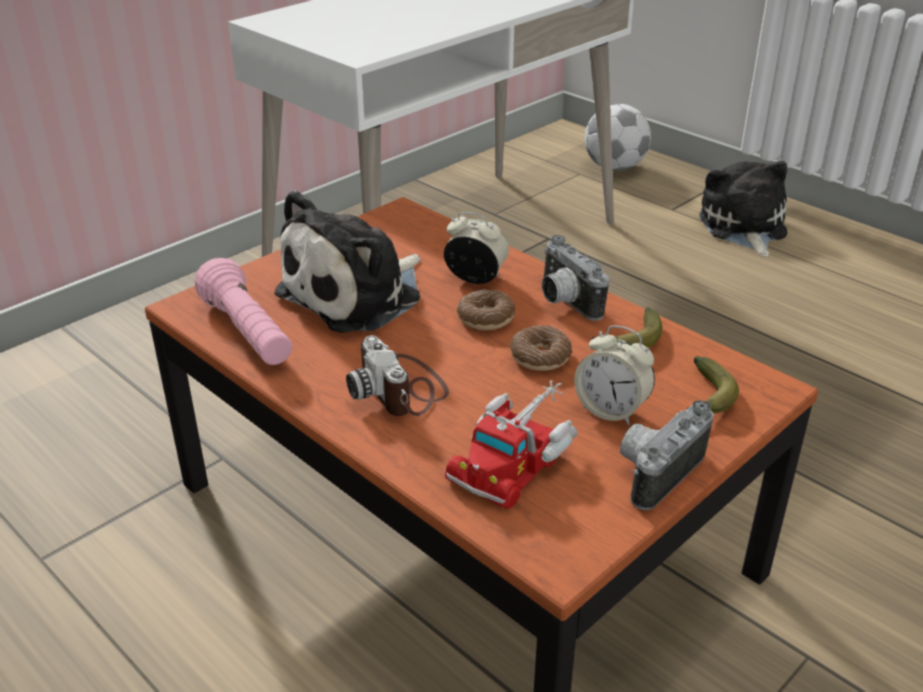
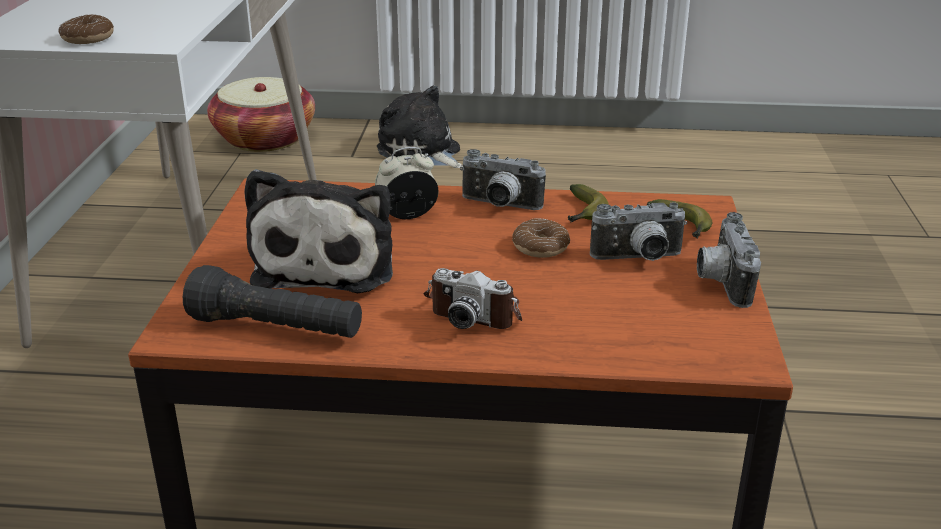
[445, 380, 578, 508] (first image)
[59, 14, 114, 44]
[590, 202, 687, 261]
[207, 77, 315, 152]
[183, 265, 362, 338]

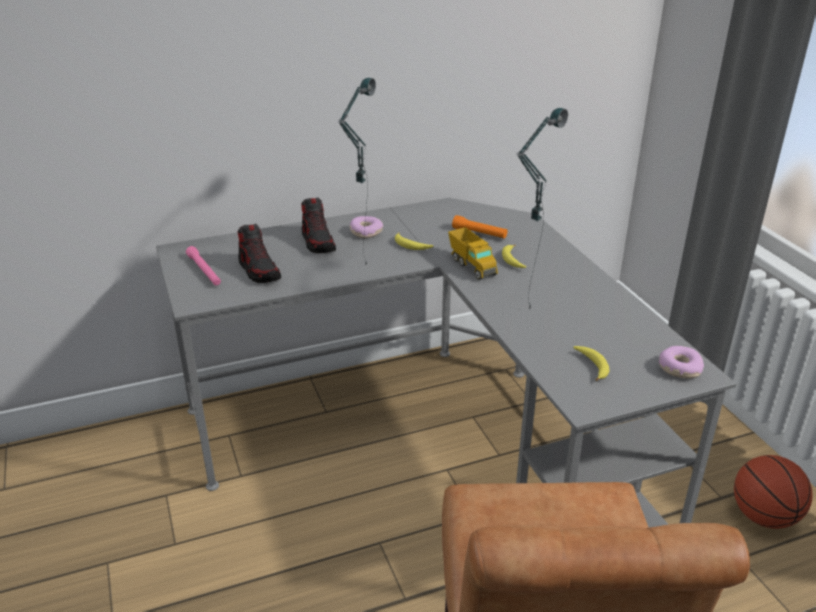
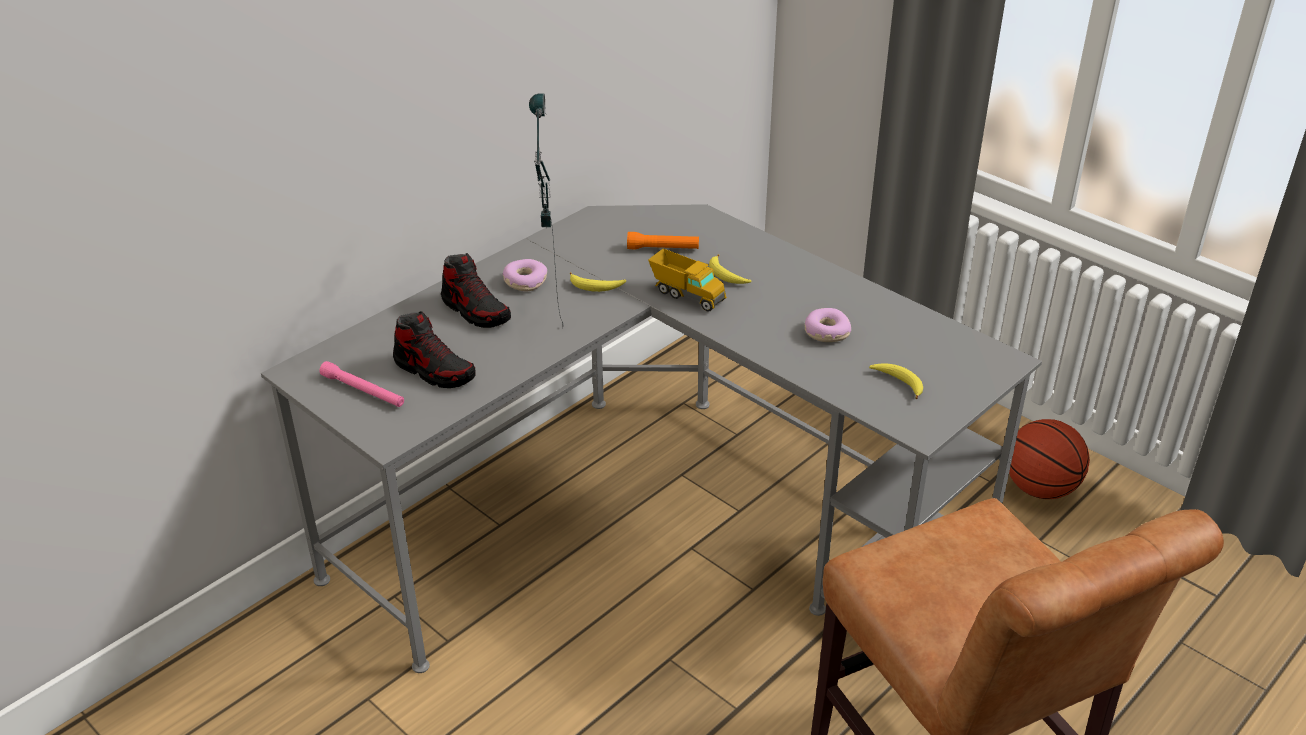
[516, 108, 568, 308] (first image)
[805, 308, 851, 342]

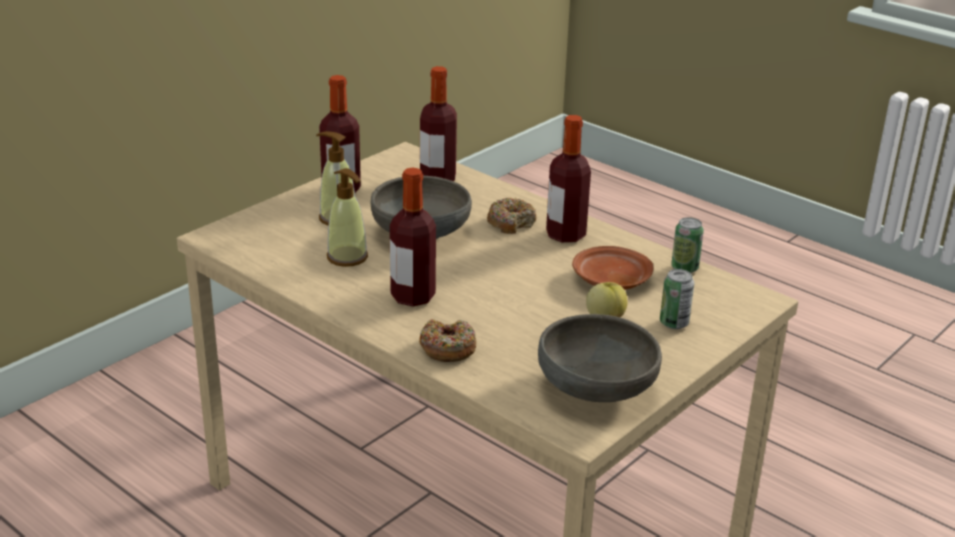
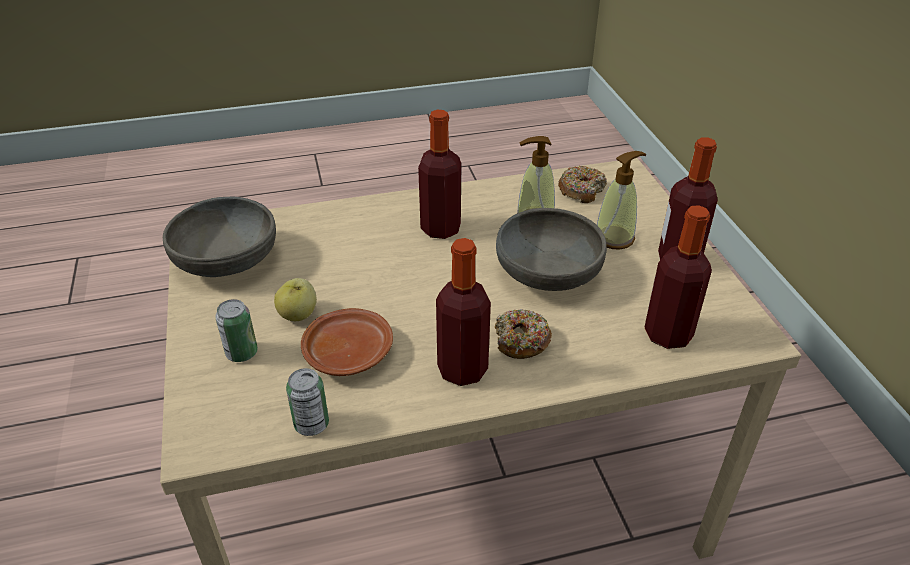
[558, 166, 607, 203]

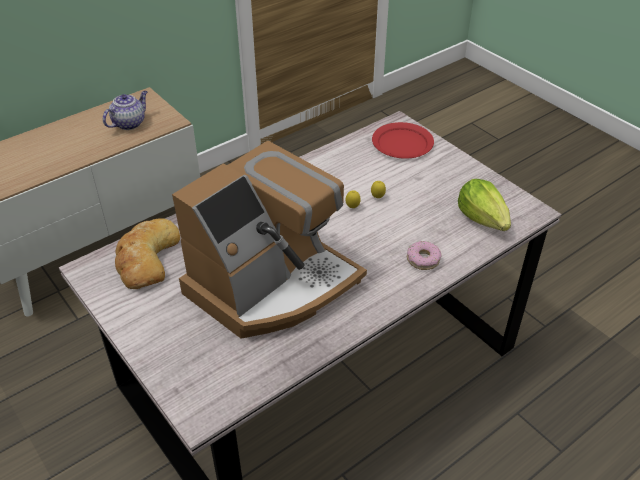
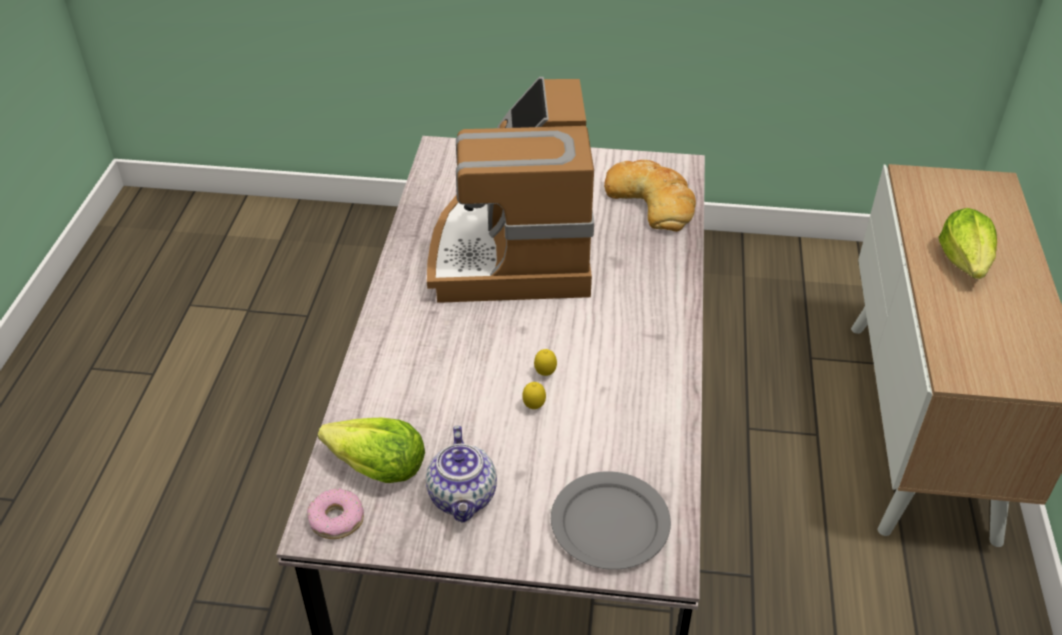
[939, 208, 997, 279]
[426, 426, 497, 523]
[307, 488, 364, 539]
[551, 471, 671, 570]

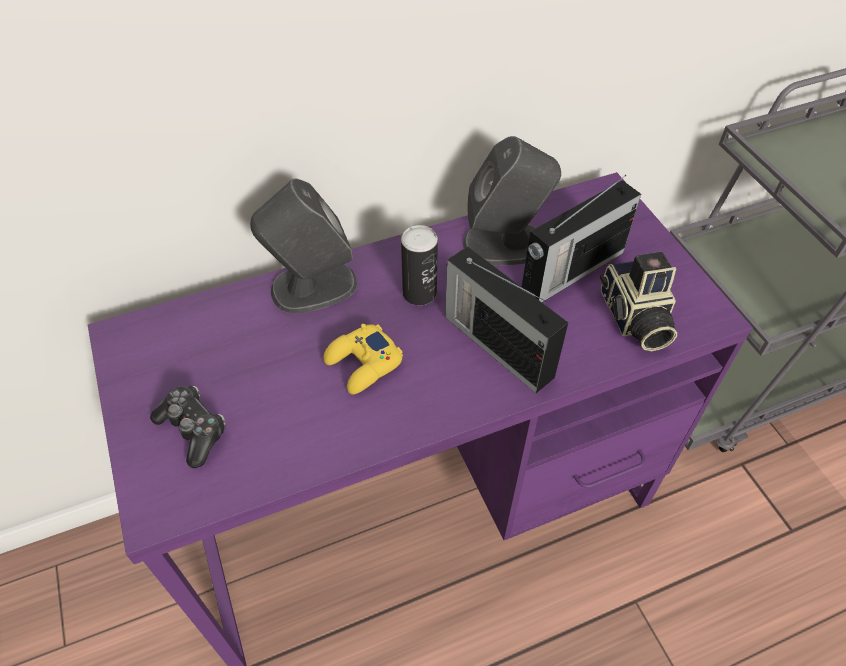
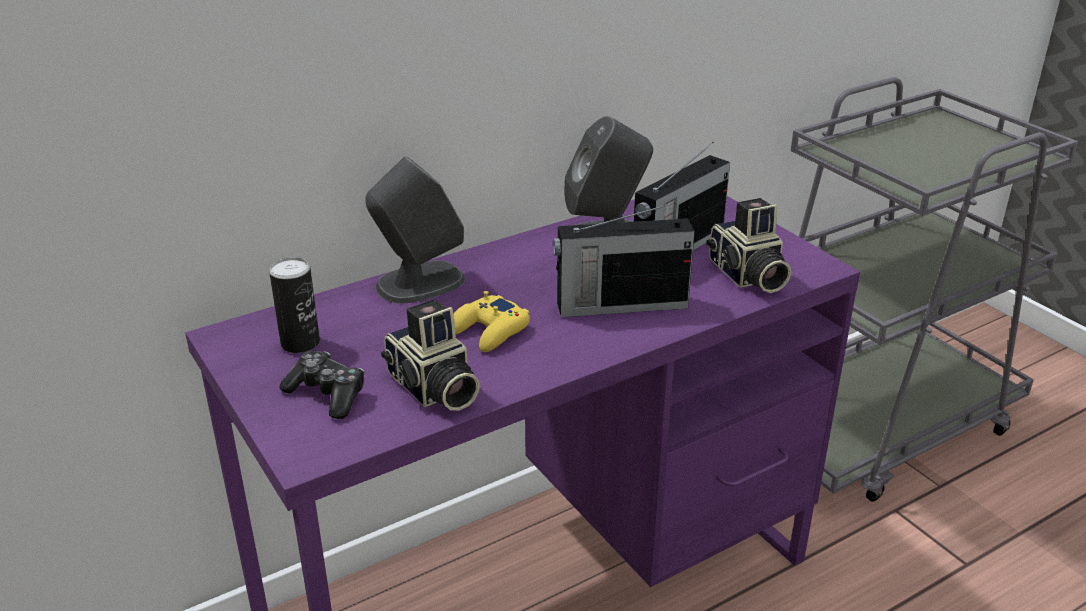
[381, 299, 480, 411]
[269, 257, 320, 353]
[553, 203, 695, 317]

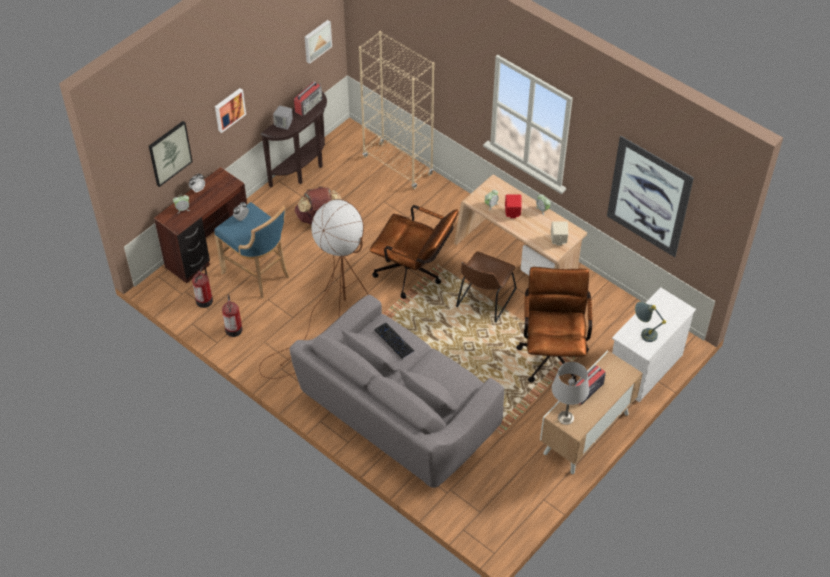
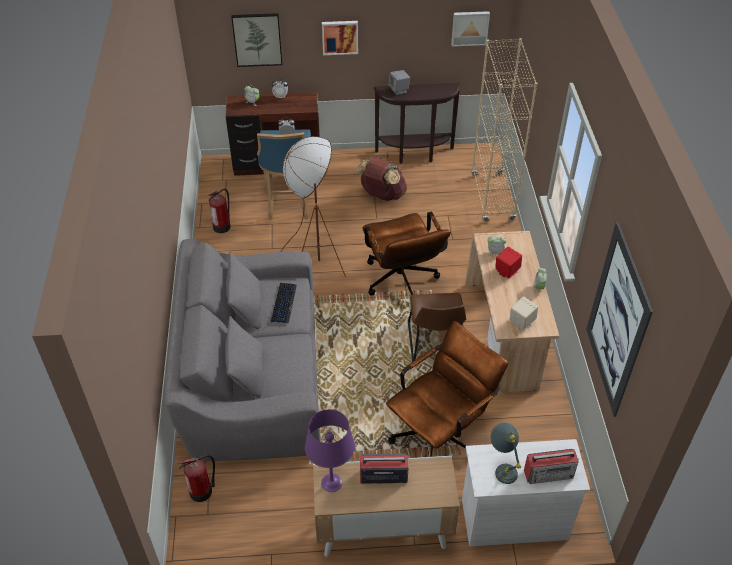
[178, 455, 215, 502]
[524, 449, 579, 484]
[305, 409, 355, 492]
[408, 293, 466, 362]

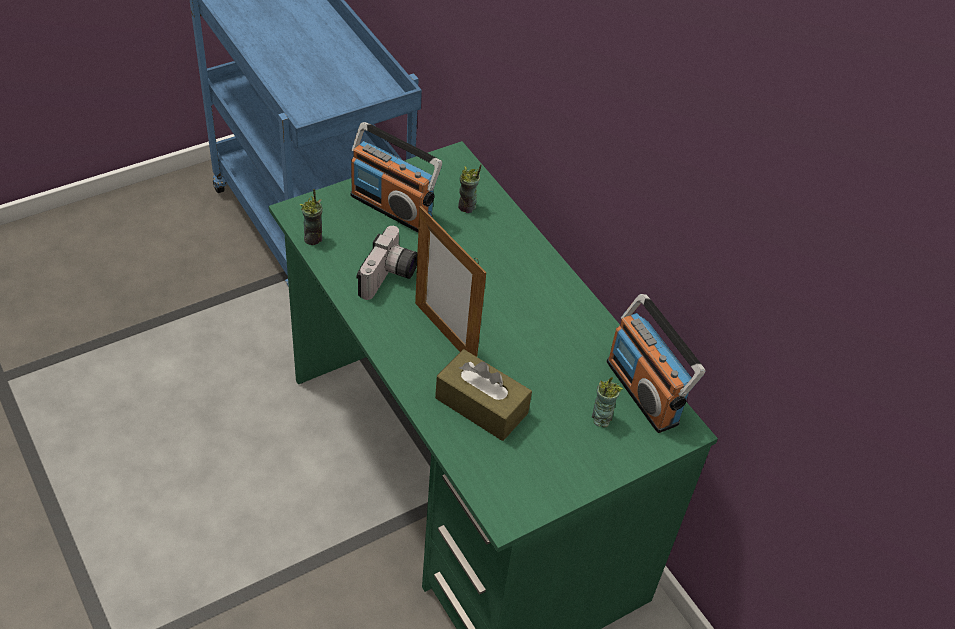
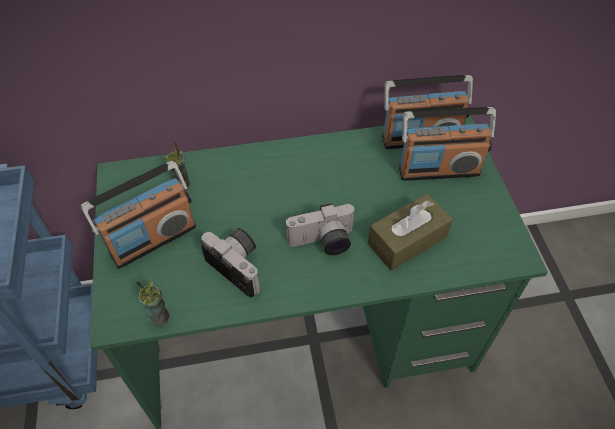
[286, 203, 355, 255]
[399, 107, 496, 181]

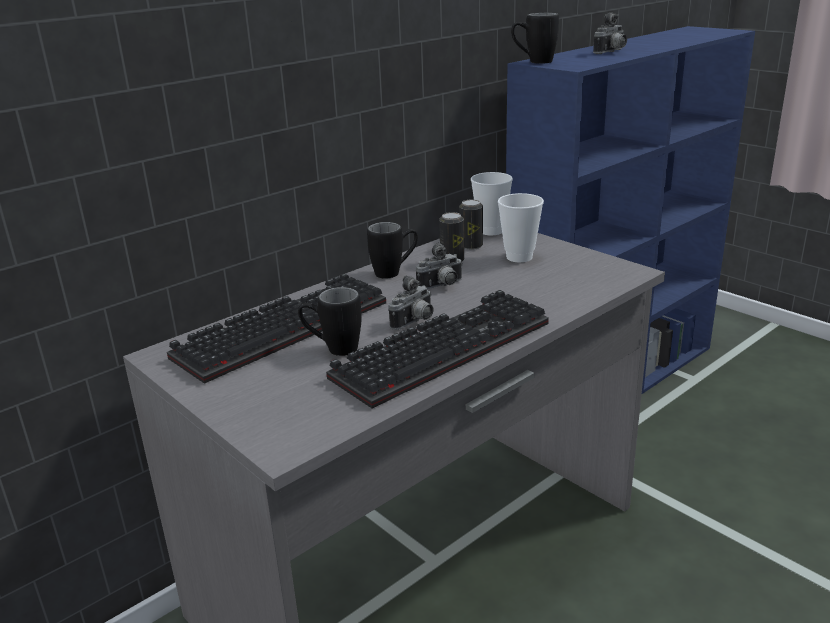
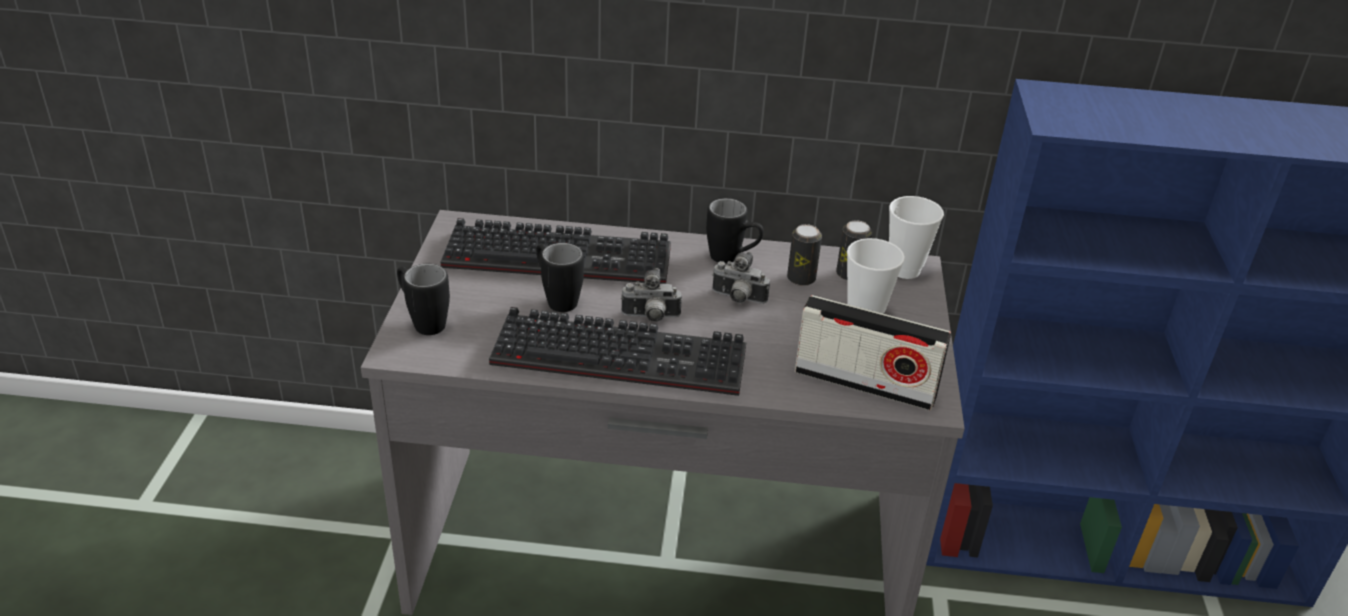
[593, 13, 627, 54] (first image)
[795, 295, 951, 410]
[397, 264, 450, 335]

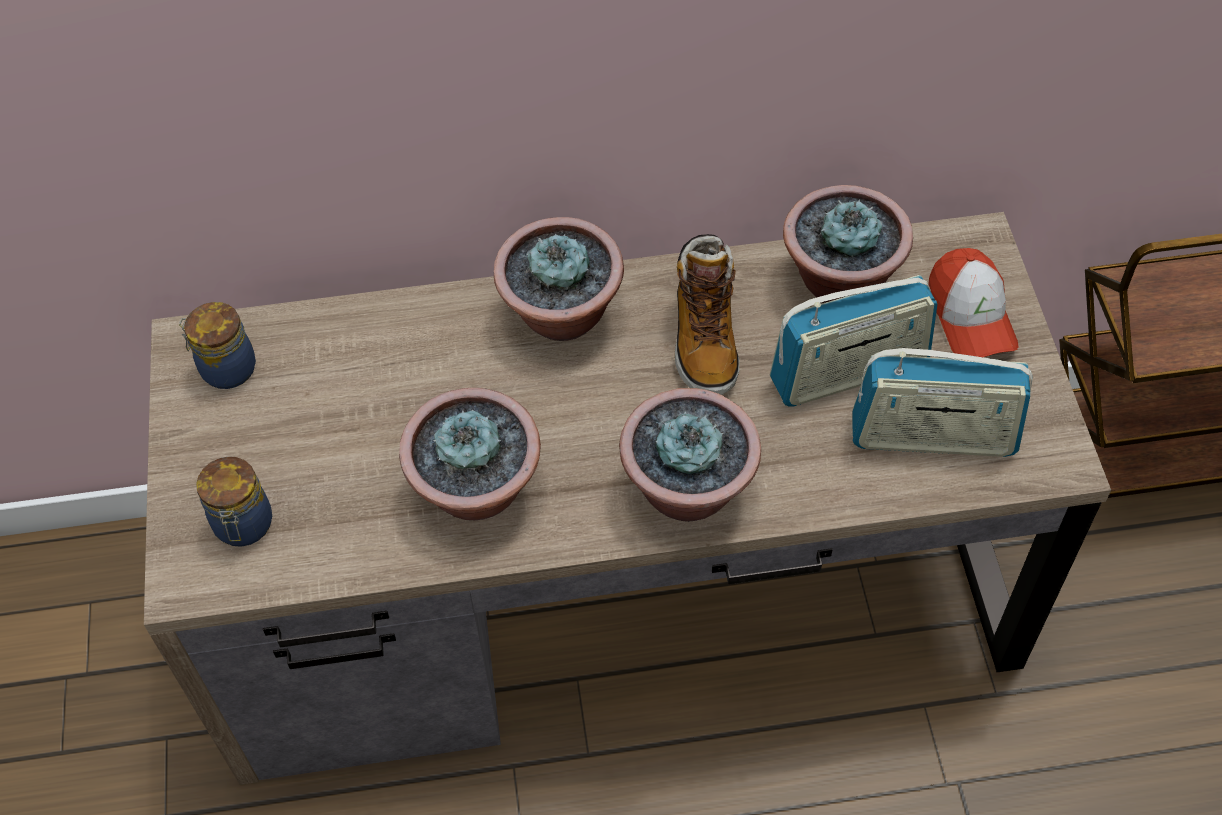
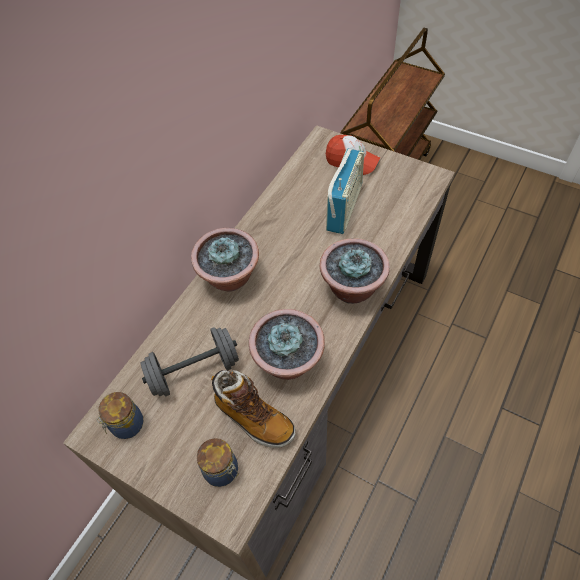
[783, 185, 913, 303] (first image)
[852, 348, 1033, 457] (first image)
[141, 327, 239, 397]
[211, 370, 296, 448]

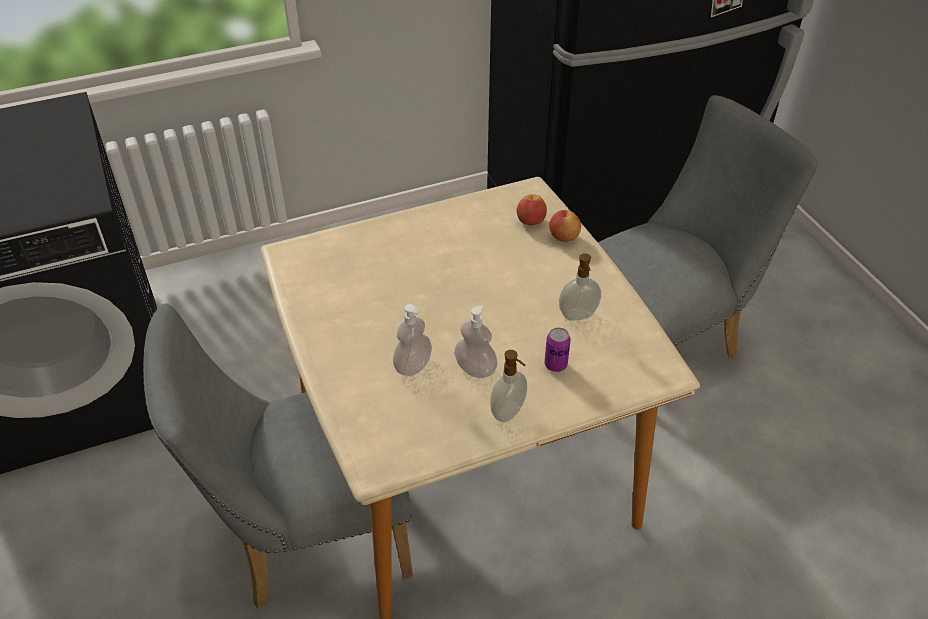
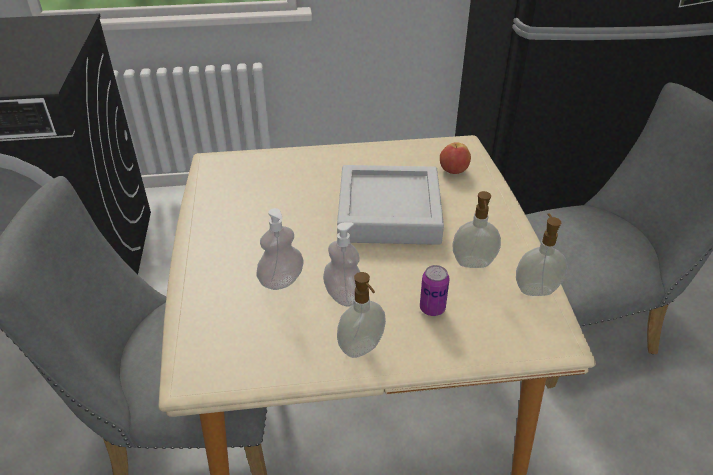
[549, 210, 581, 242] (first image)
[337, 165, 444, 245]
[516, 213, 568, 296]

